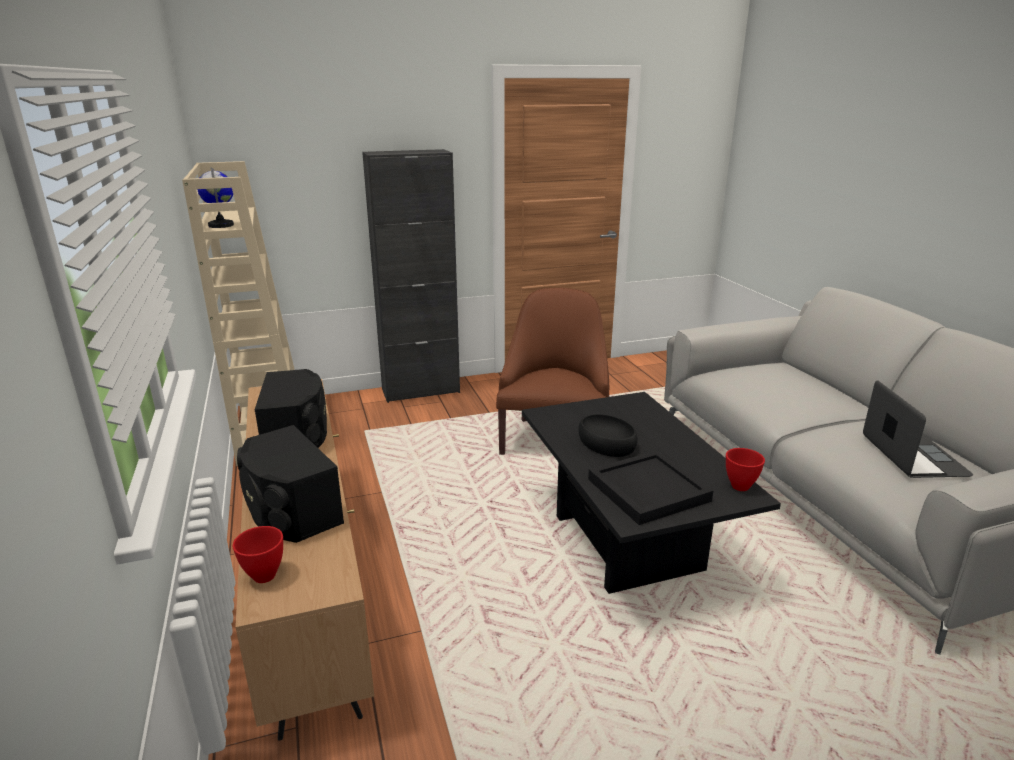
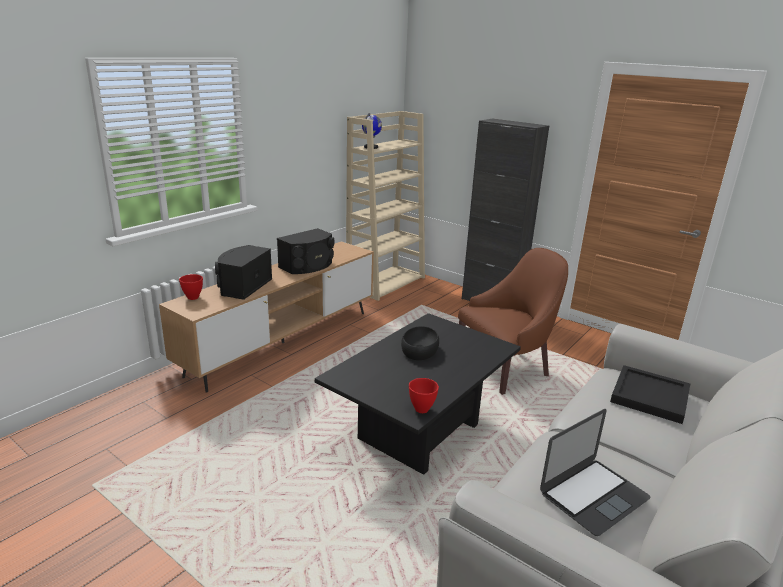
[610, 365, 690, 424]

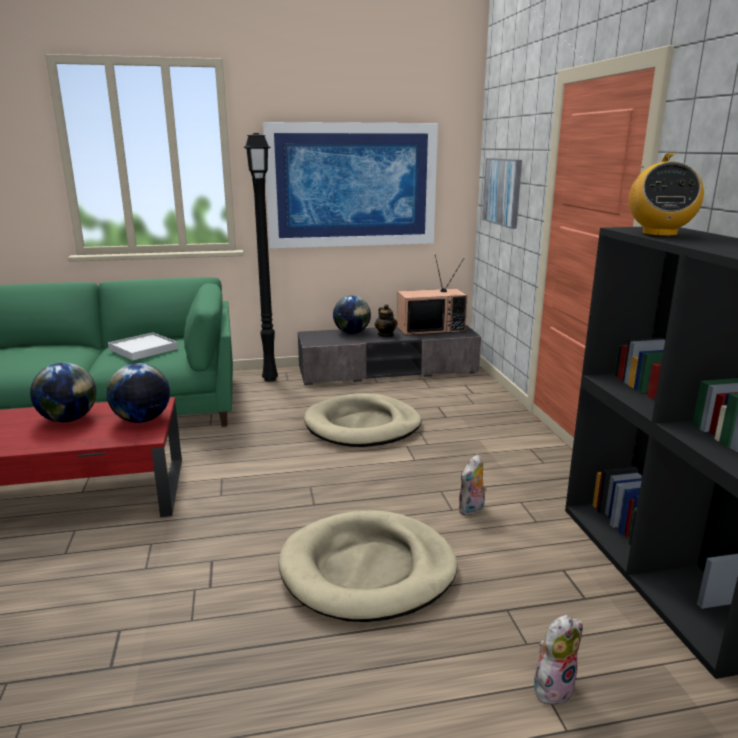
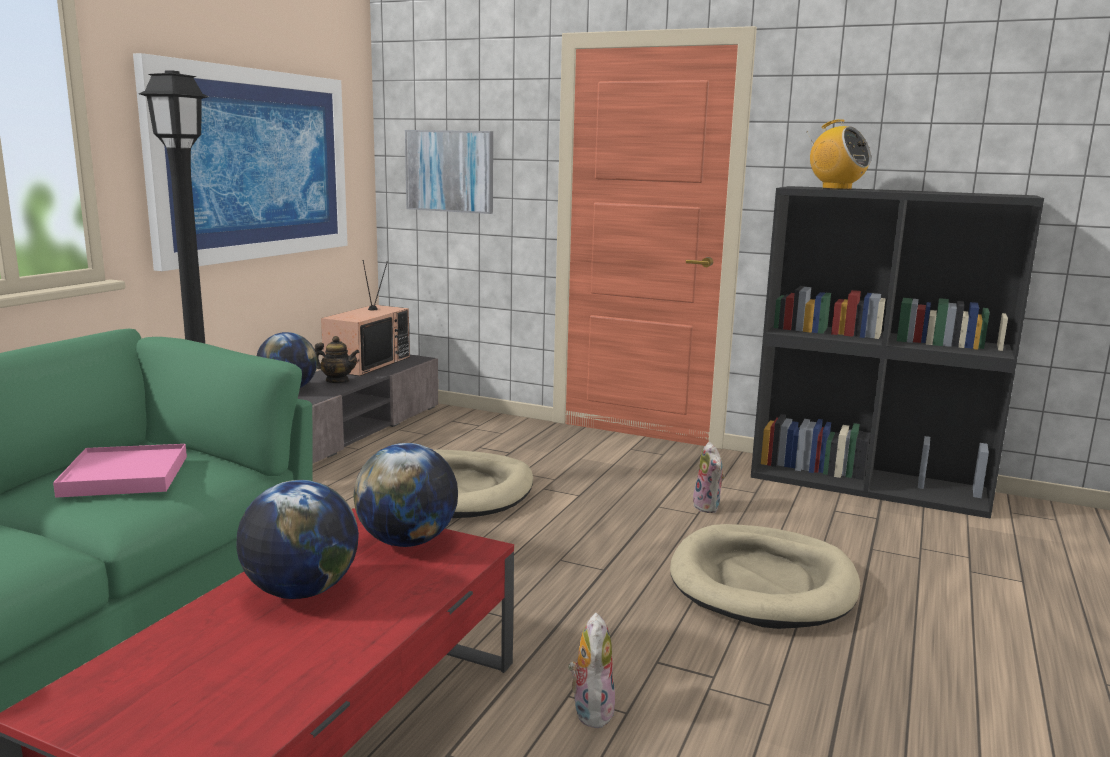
[568, 612, 615, 728]
[53, 444, 187, 498]

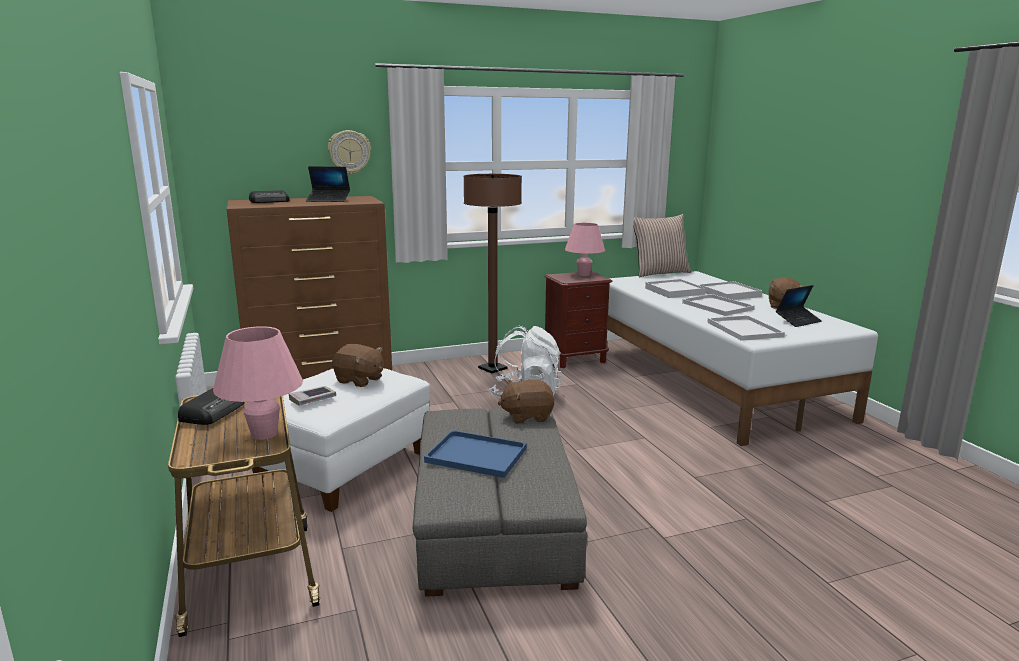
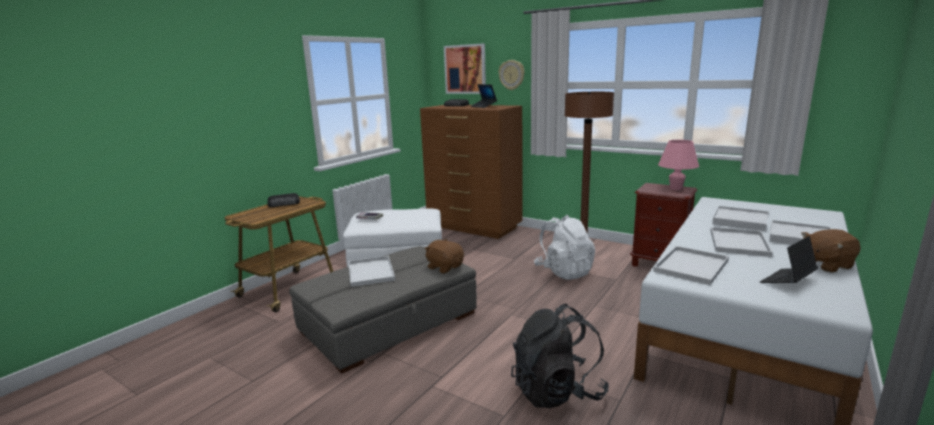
[213, 326, 303, 440] (first image)
[332, 344, 384, 387] (first image)
[633, 214, 691, 277] (first image)
[444, 44, 486, 94]
[511, 304, 609, 408]
[348, 256, 395, 287]
[760, 236, 818, 283]

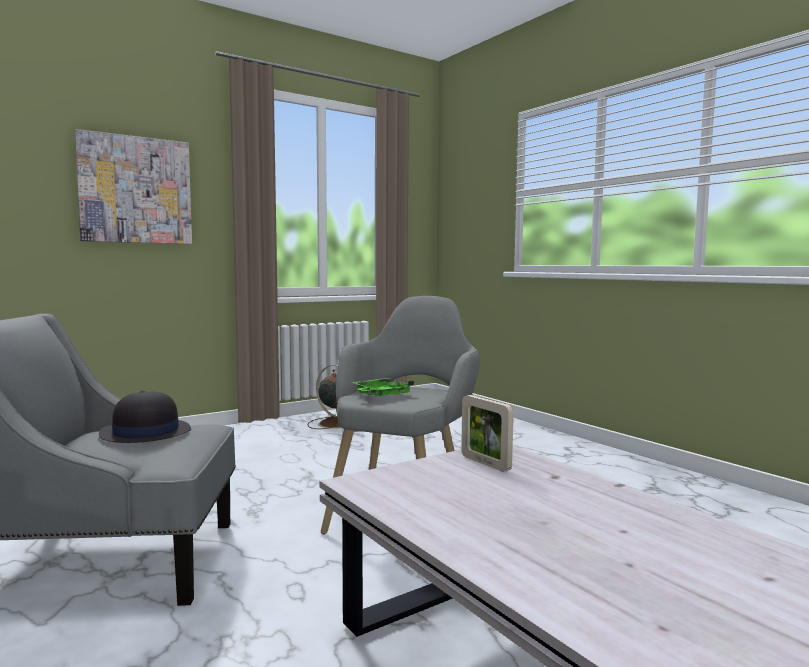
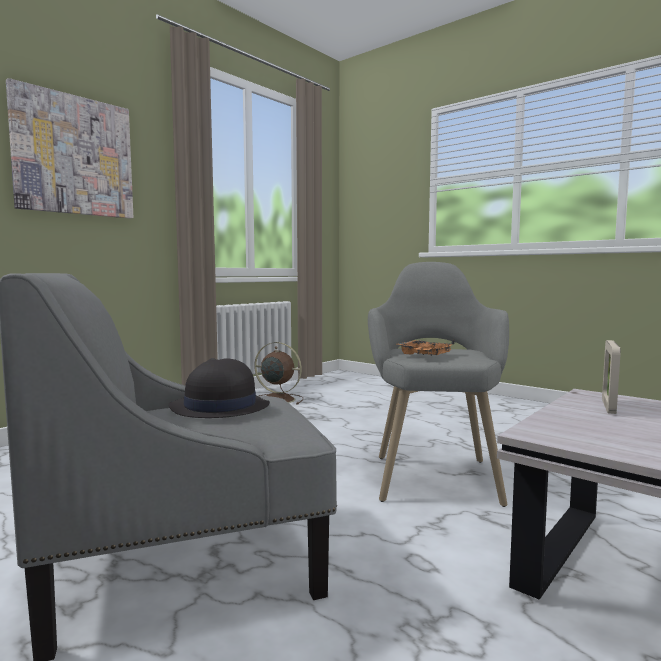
[398, 340, 455, 356]
[602, 340, 621, 414]

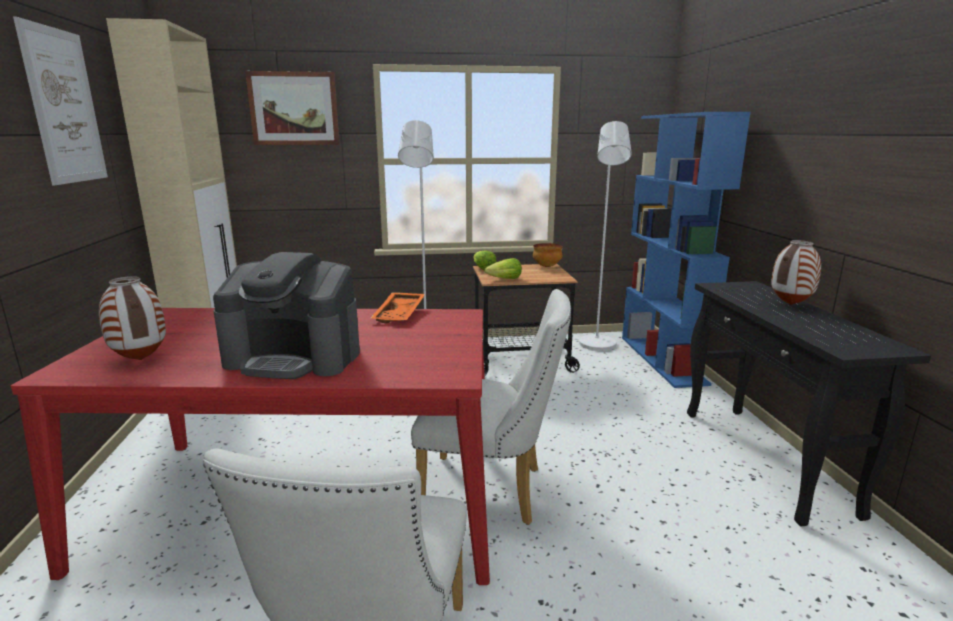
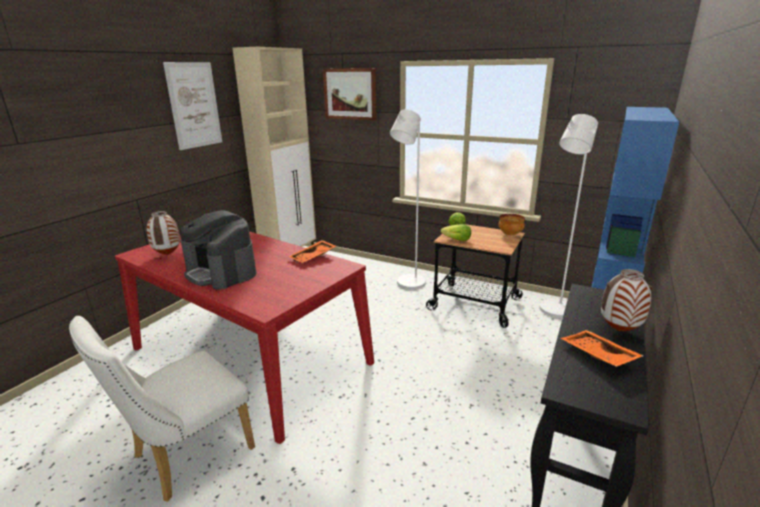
[411, 289, 571, 525] (first image)
[561, 330, 643, 367]

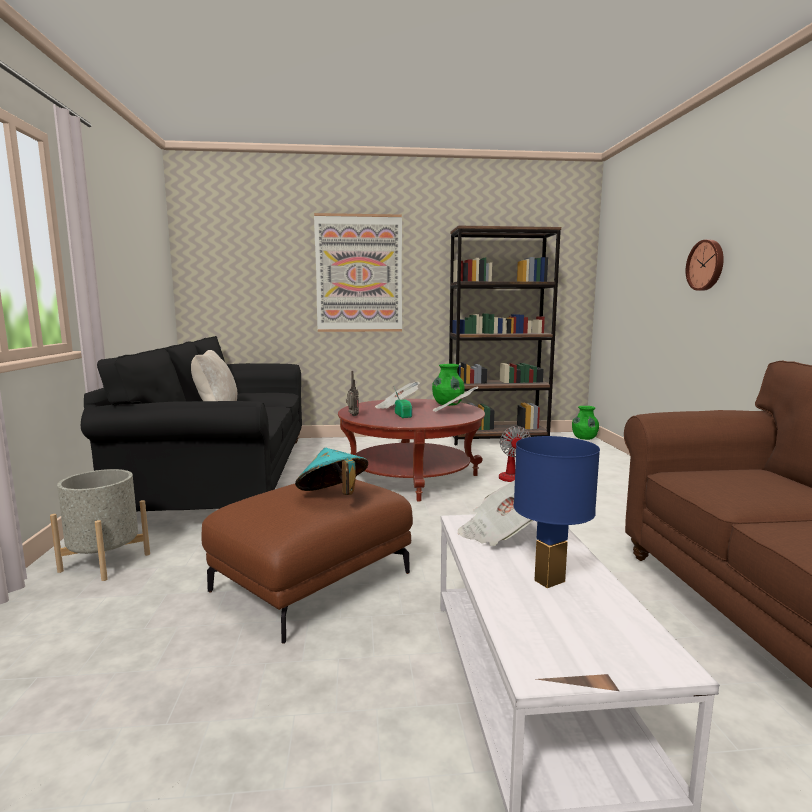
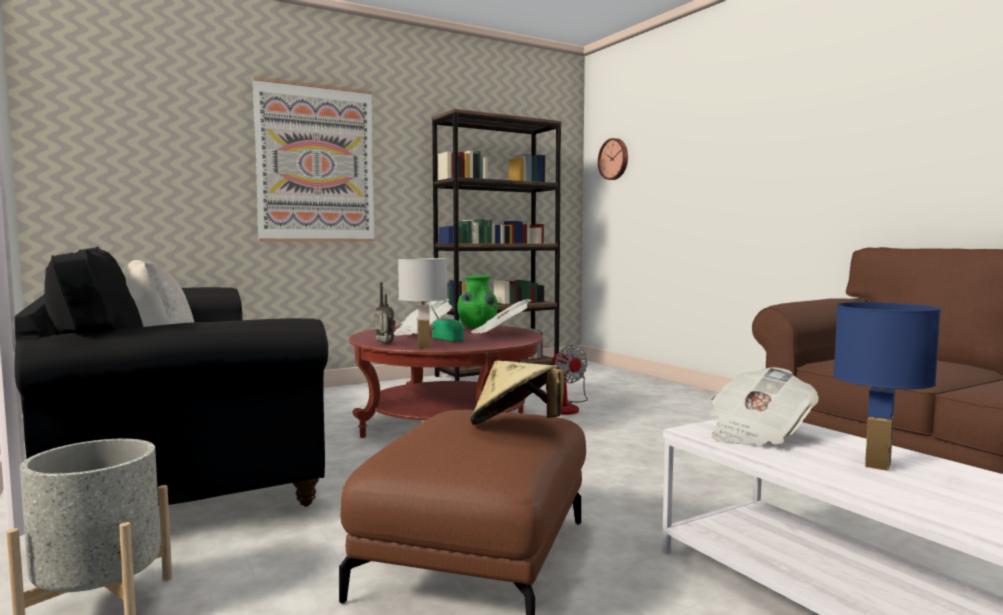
[572, 406, 599, 440] (first image)
[398, 258, 448, 348]
[598, 138, 628, 180]
[470, 360, 564, 425]

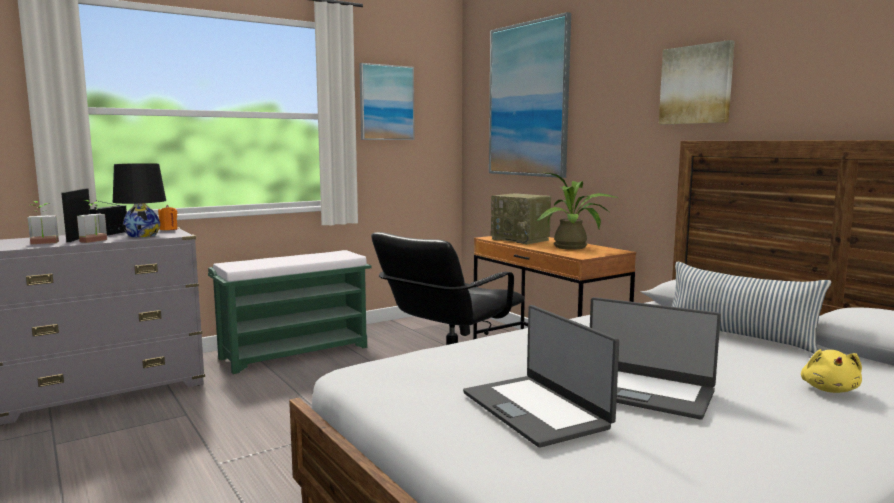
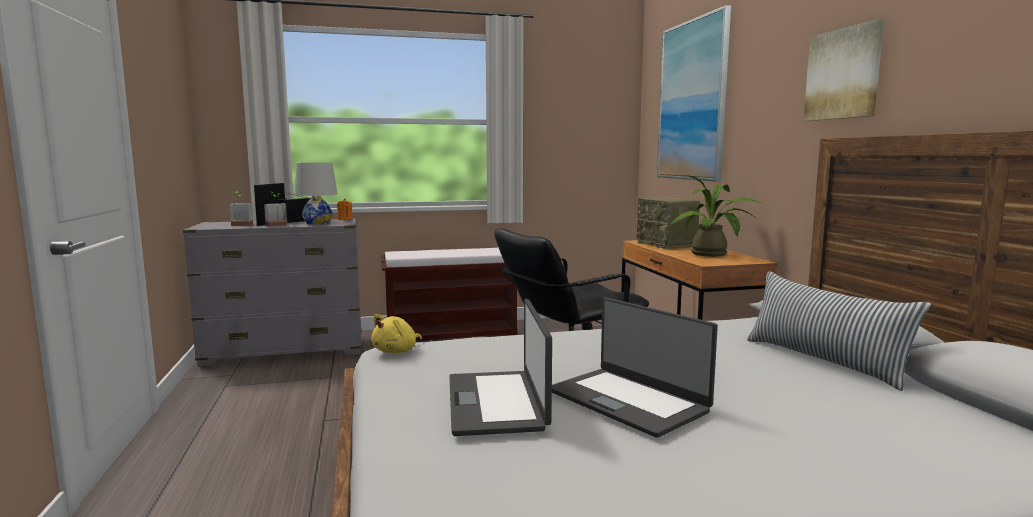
[359, 63, 415, 140] (first image)
[371, 314, 422, 353]
[295, 163, 338, 225]
[381, 248, 517, 341]

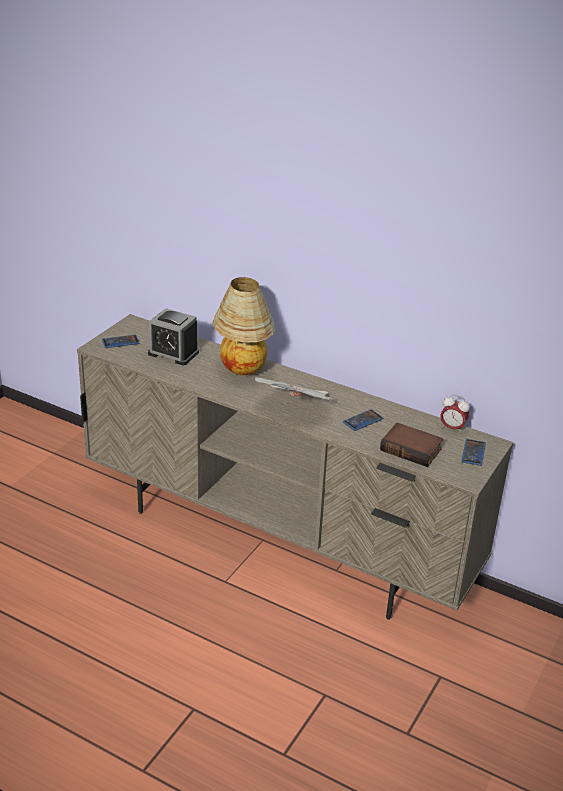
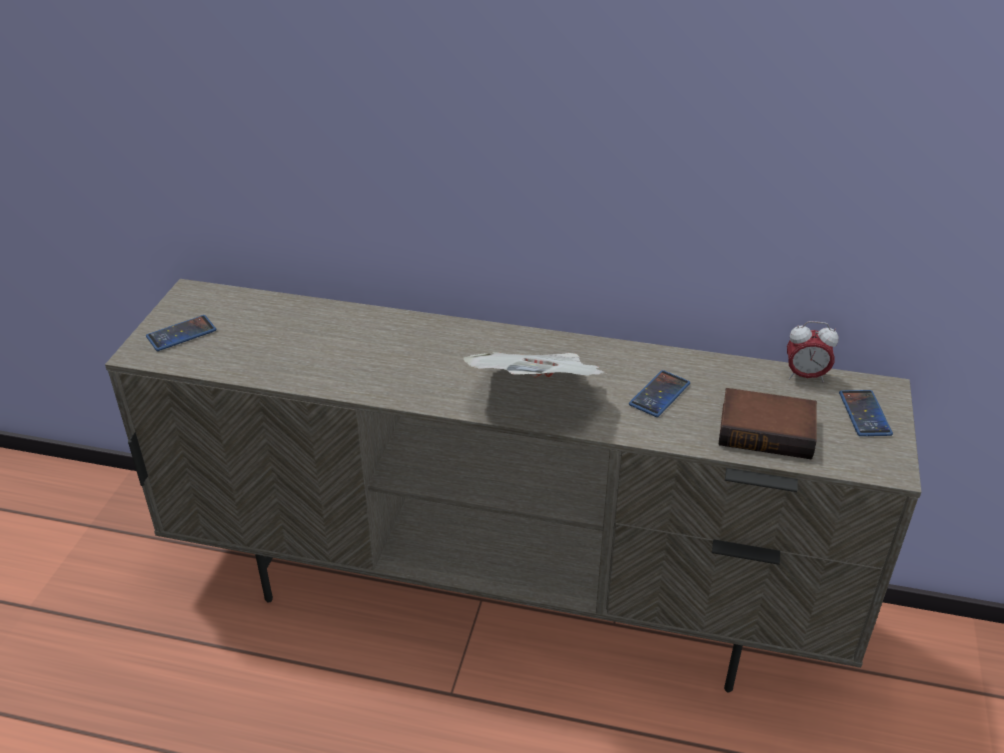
[148, 308, 199, 365] (first image)
[213, 277, 276, 375] (first image)

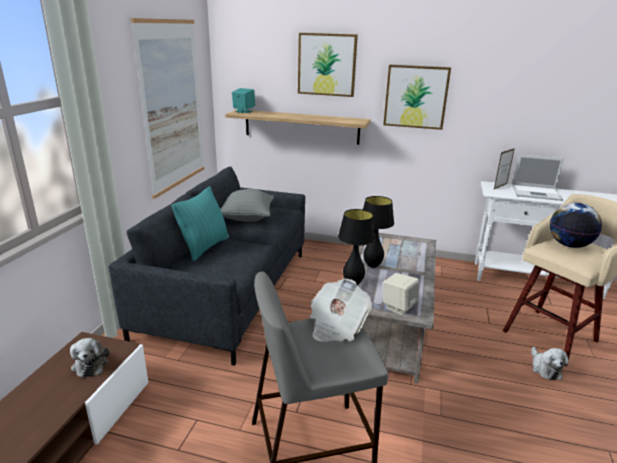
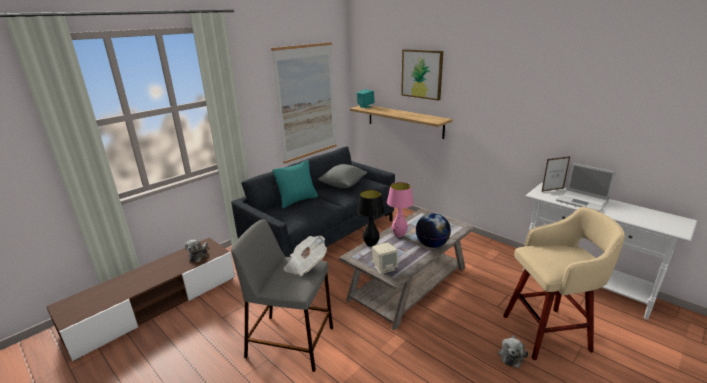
[383, 65, 451, 130] (first image)
[416, 213, 451, 248]
[387, 182, 414, 237]

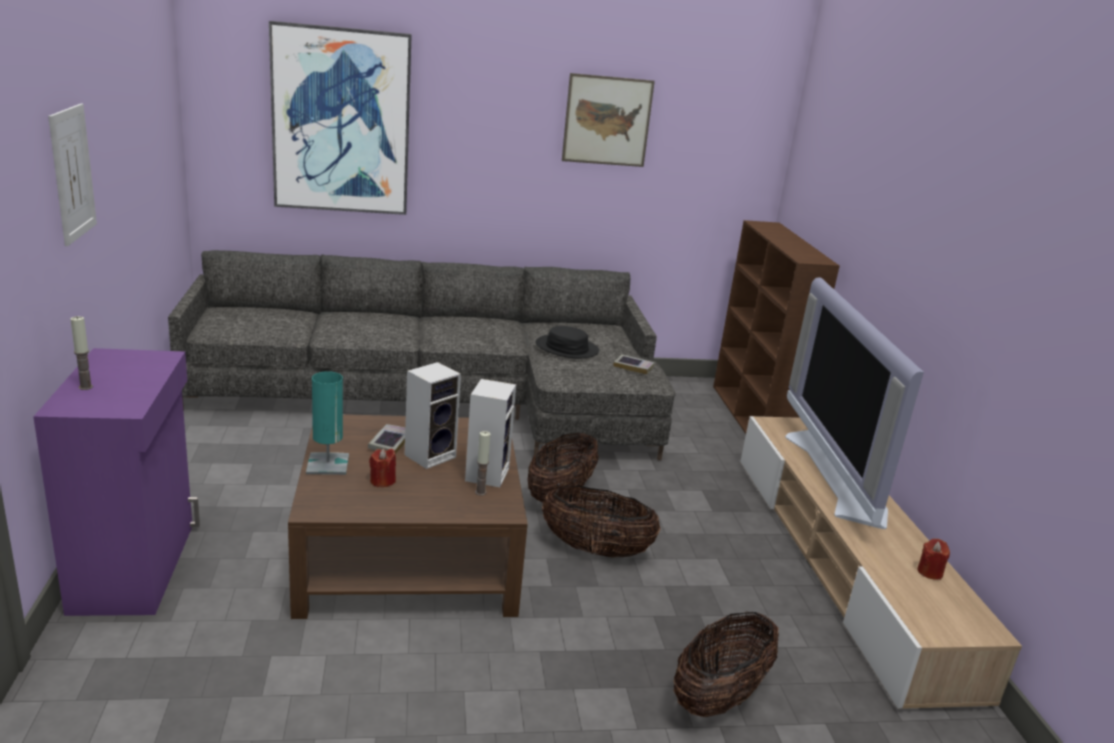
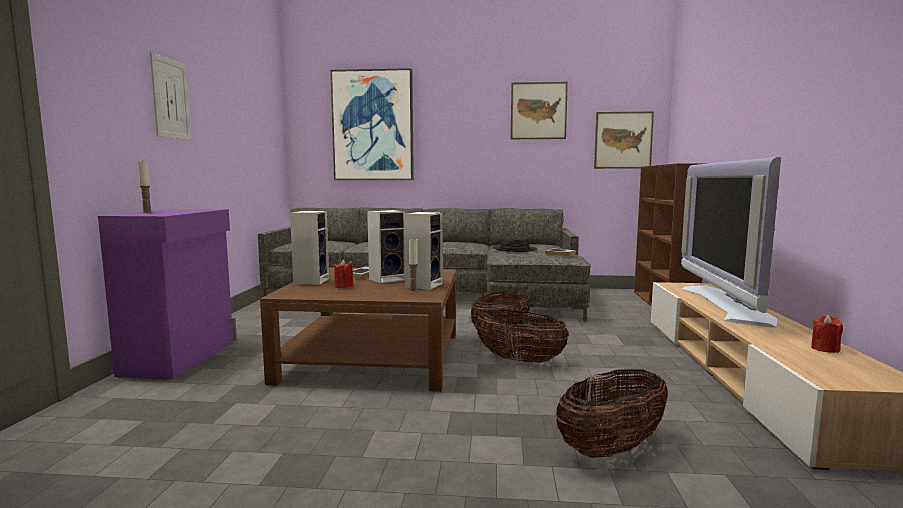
[594, 111, 654, 169]
[290, 211, 329, 285]

